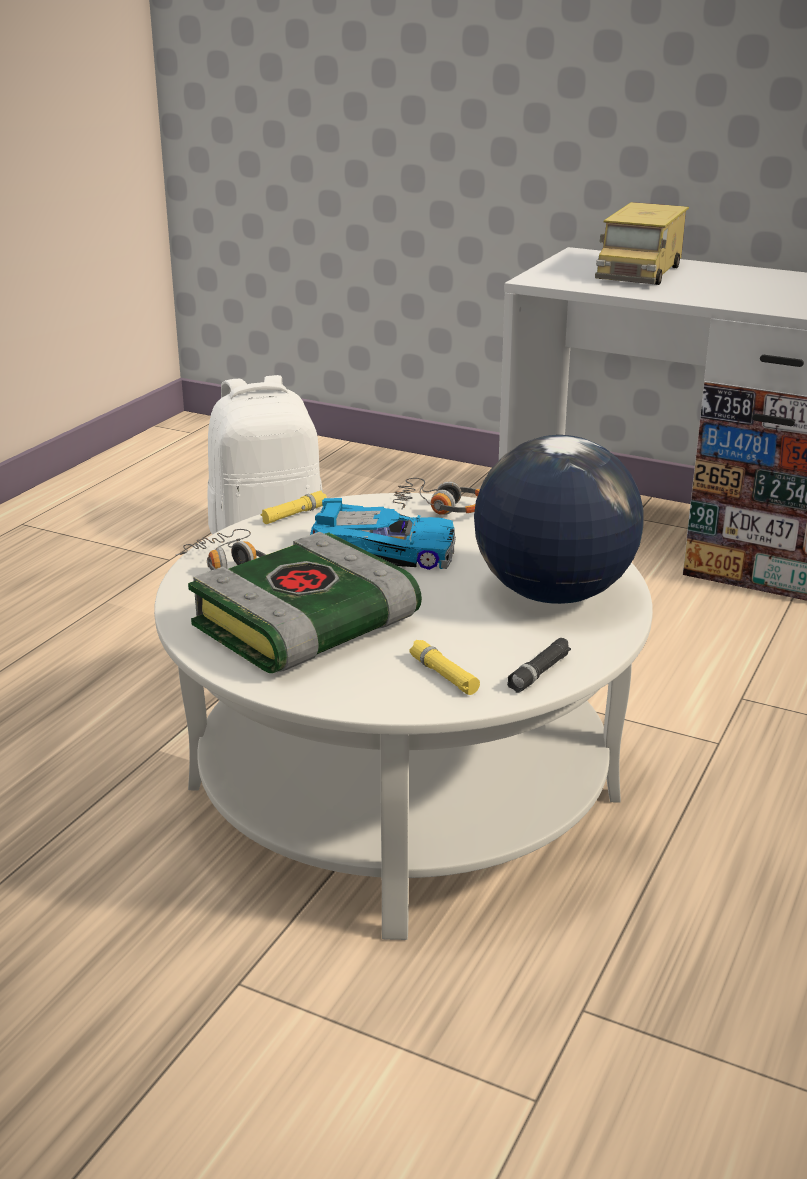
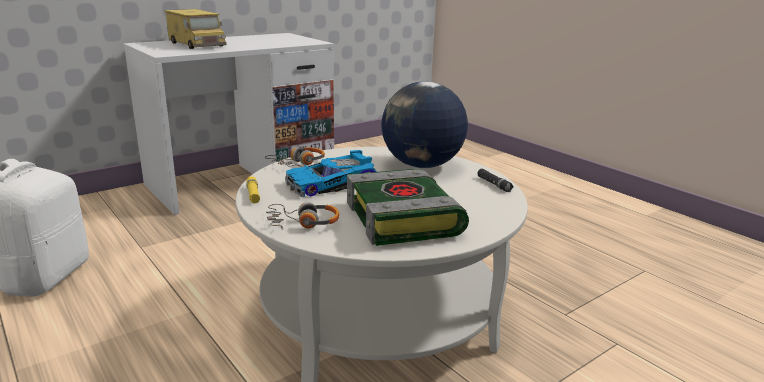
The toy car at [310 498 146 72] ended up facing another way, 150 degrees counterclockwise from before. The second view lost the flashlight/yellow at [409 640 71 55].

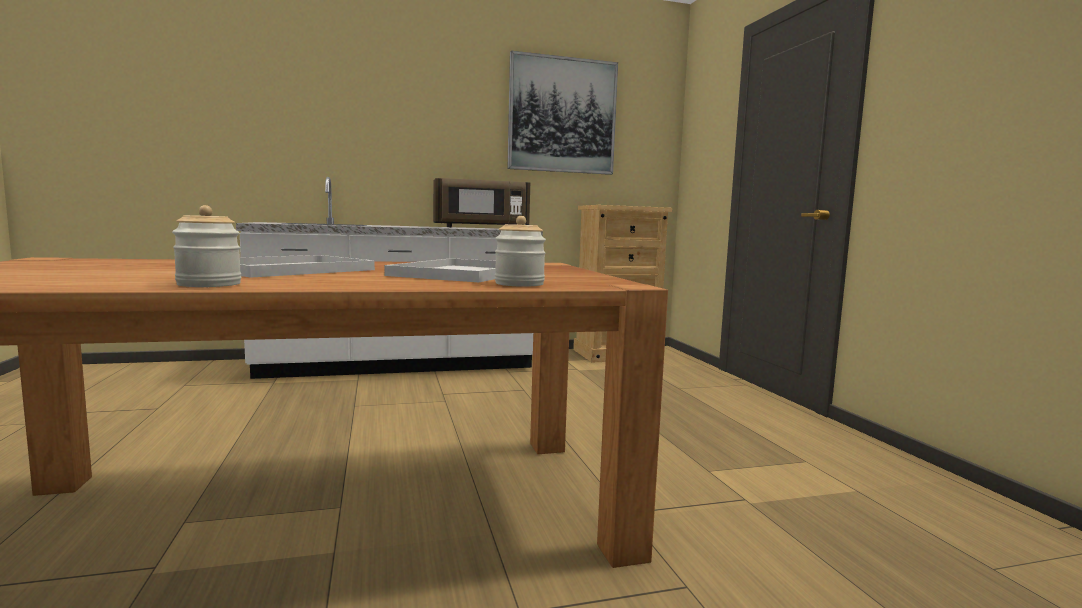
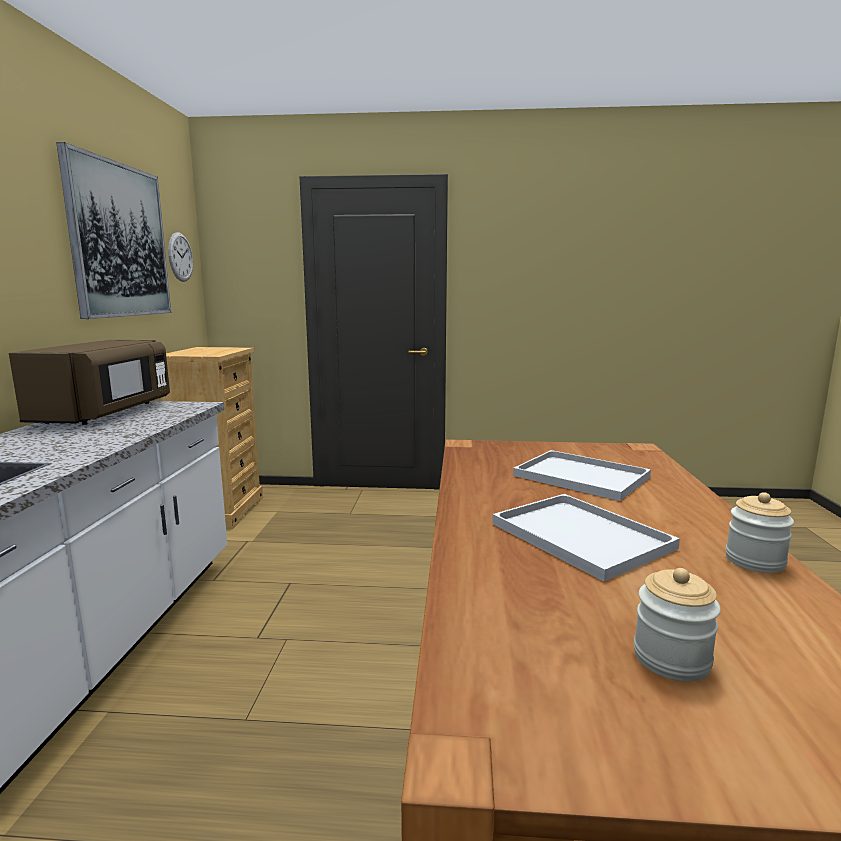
The jar ended up elsewhere, having gone from [495 216 51 71] to [634 568 87 114]. The second view gained the wall clock at [168 232 25 50].

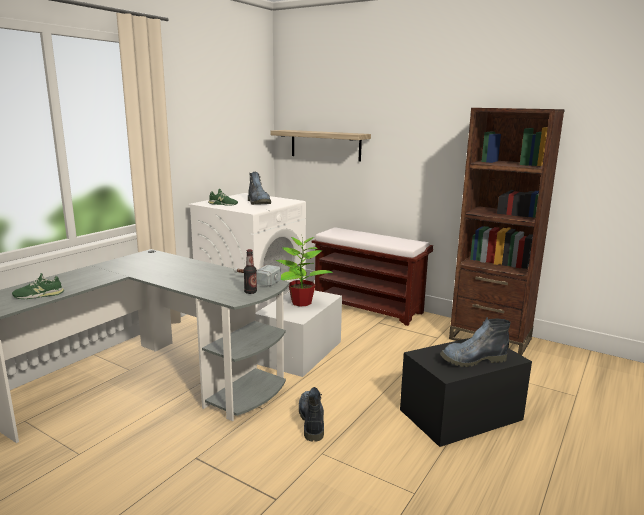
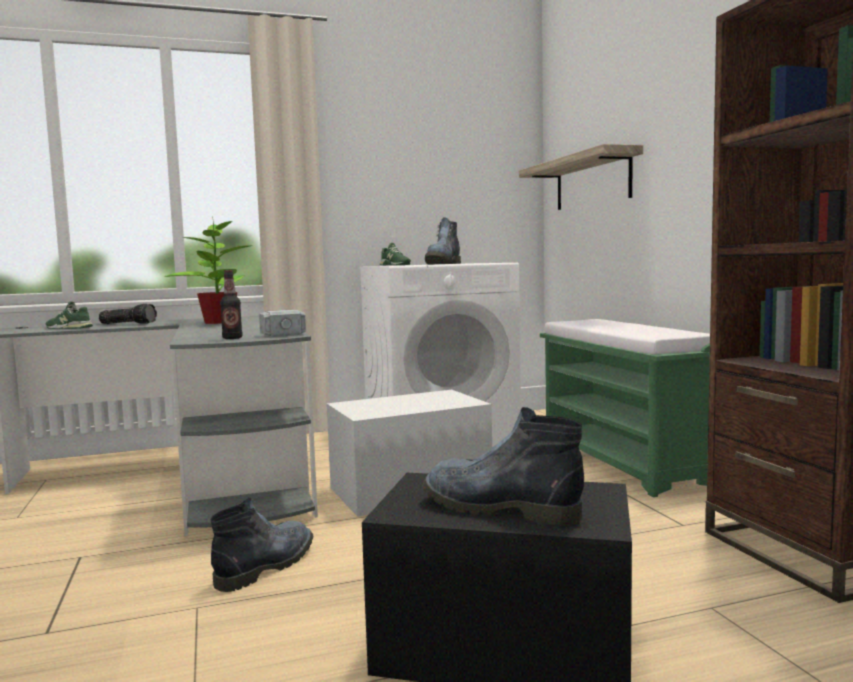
What was the indoor bench/brownish at [312 227 121 99] turned into the indoor bench/green at [540 319 170 178]. The plant in a pot ended up elsewhere, having gone from [275 237 58 70] to [164 217 85 107]. The second view gained the flashlight at [99 304 58 20].

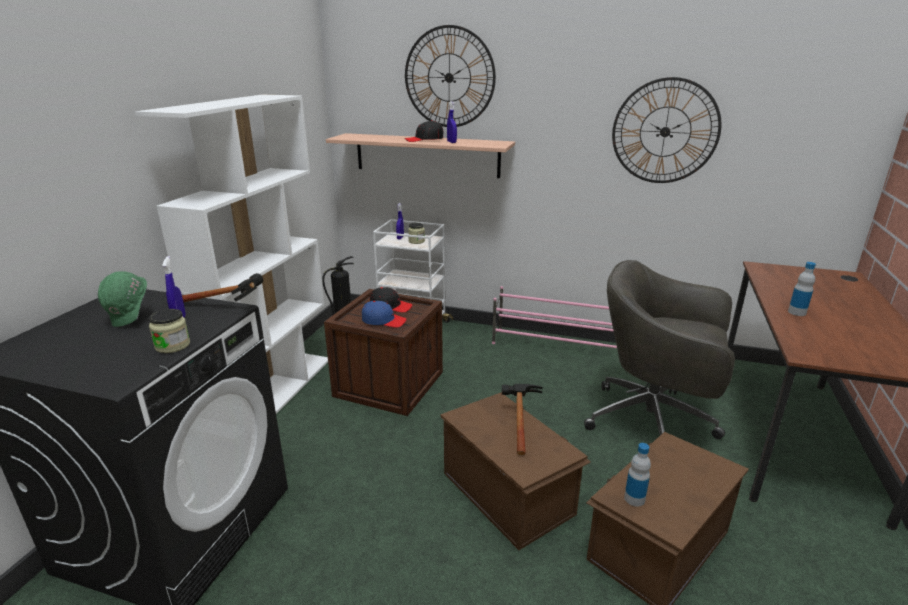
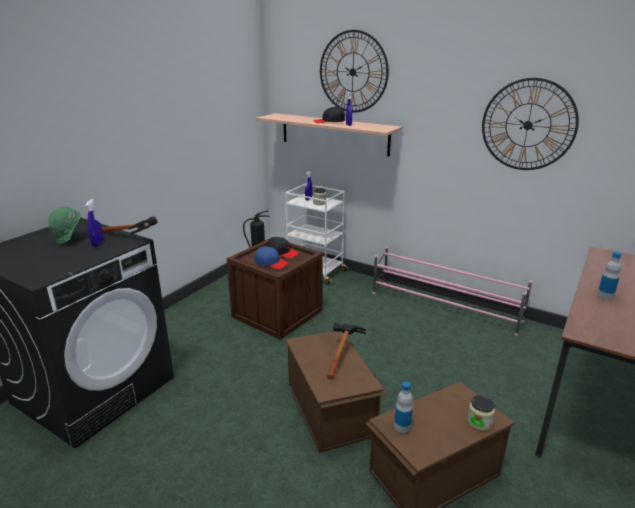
The second view lost the shelving unit/white-coloured at [135 95 193 319]. The second view lost the office chair/greyish at [584 260 151 179]. The jar ended up elsewhere, having gone from [149 309 41 44] to [467 395 28 36].

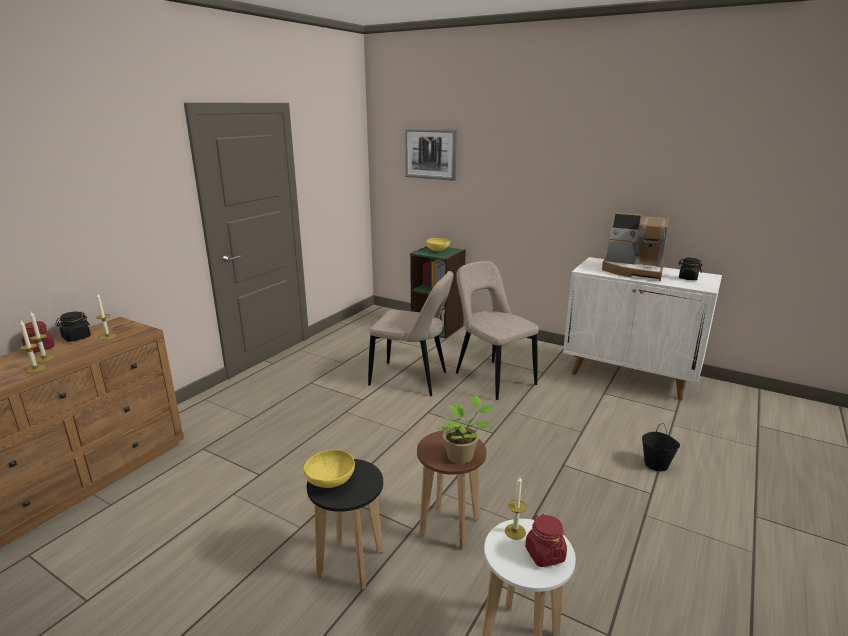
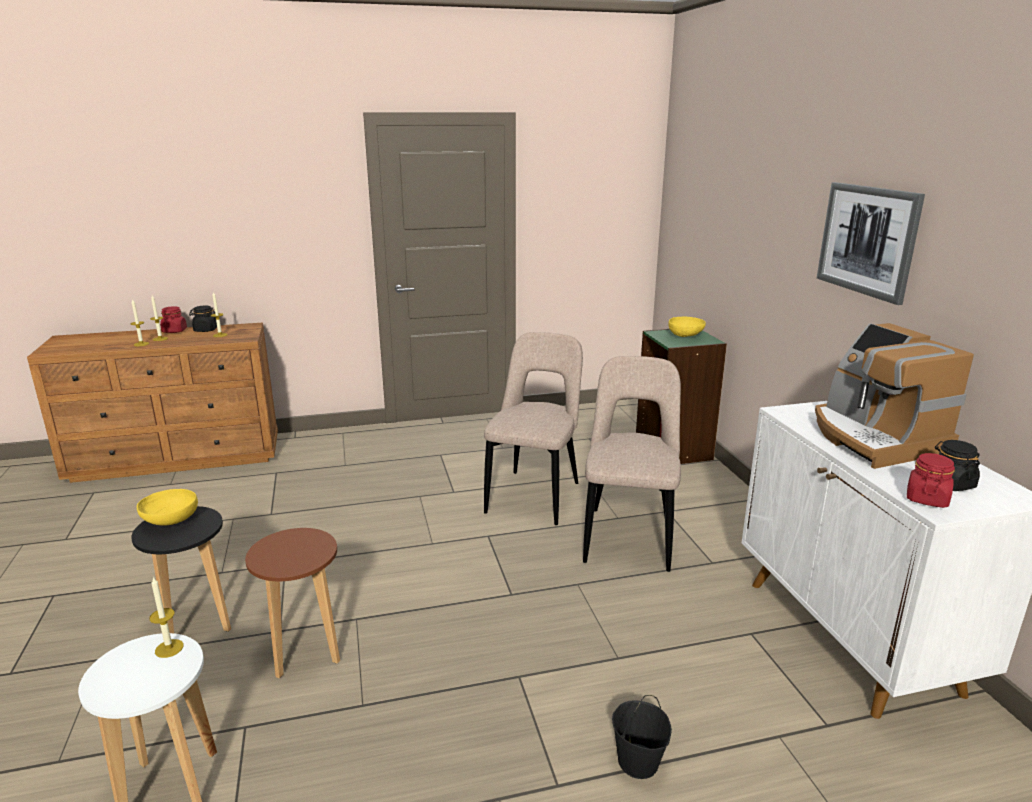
The wall picture ended up elsewhere, having gone from [404 128 53 53] to [817 182 108 123]. The chair/beige-coloured at [368 271 86 125] ended up facing another way, 135 degrees counterclockwise from before. The second view lost the plant in a pot at [437 395 57 69]. The jar/red ended up elsewhere, having gone from [525 514 42 53] to [907 453 48 55].

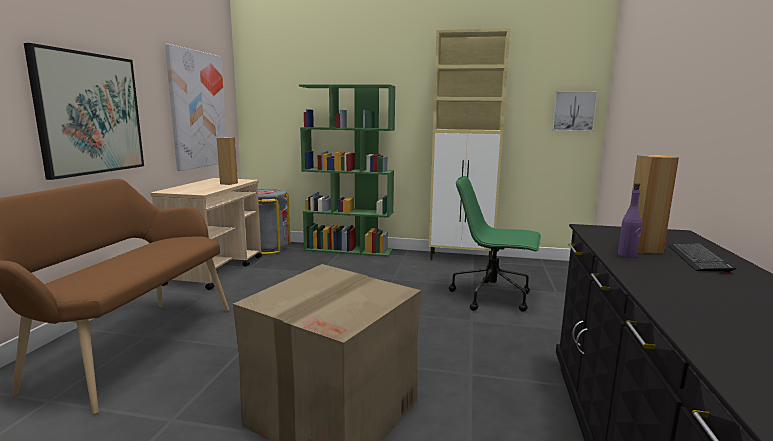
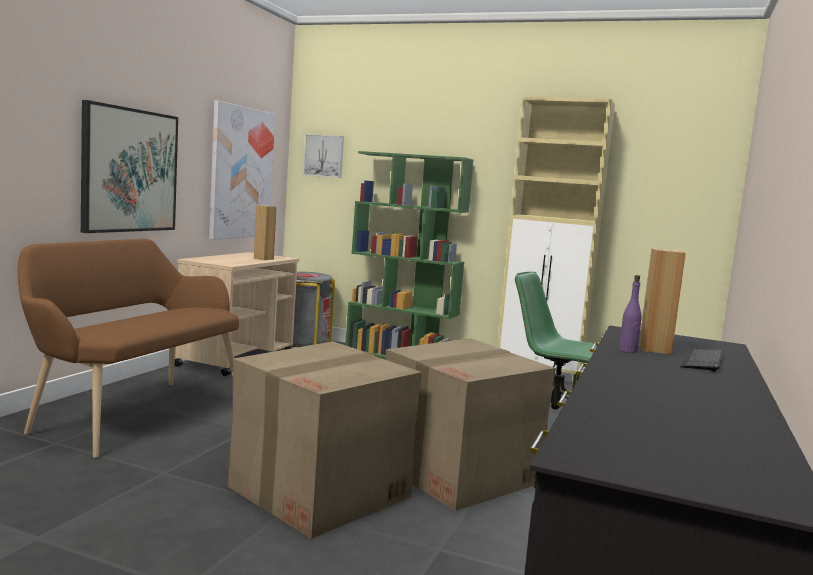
The wall picture ended up elsewhere, having gone from [552 91 46 40] to [303 134 41 44]. The second view gained the cardboard box at [386 338 170 173].

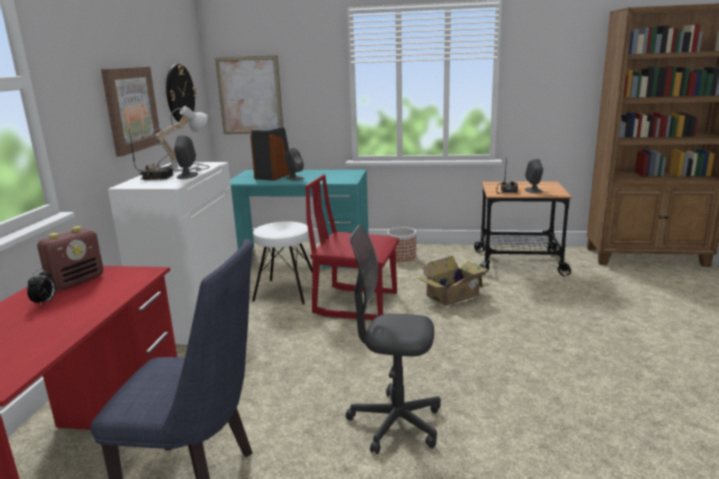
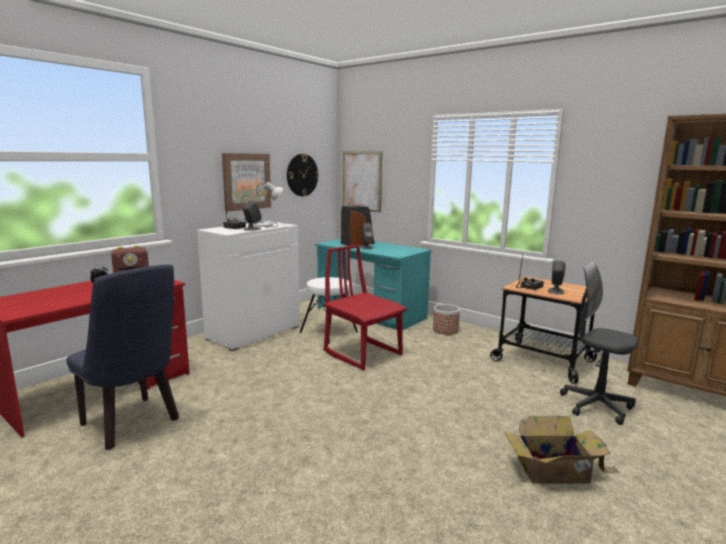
The office chair/greyish ended up elsewhere, having gone from [346 225 95 229] to [560 263 78 162]. The cardboard box ended up elsewhere, having gone from [418 256 73 50] to [504 416 116 68].

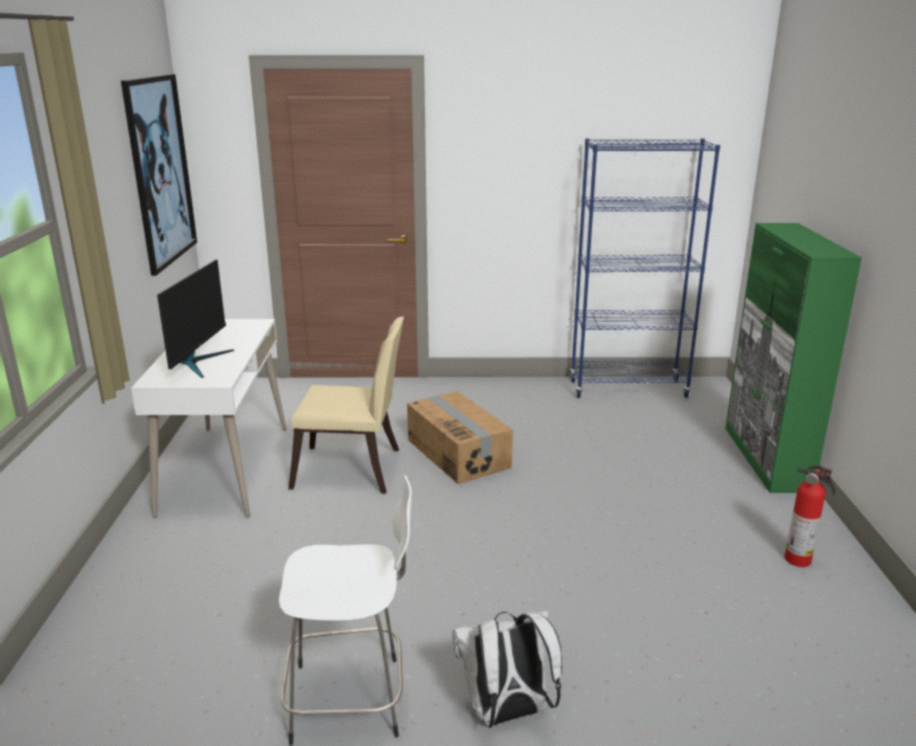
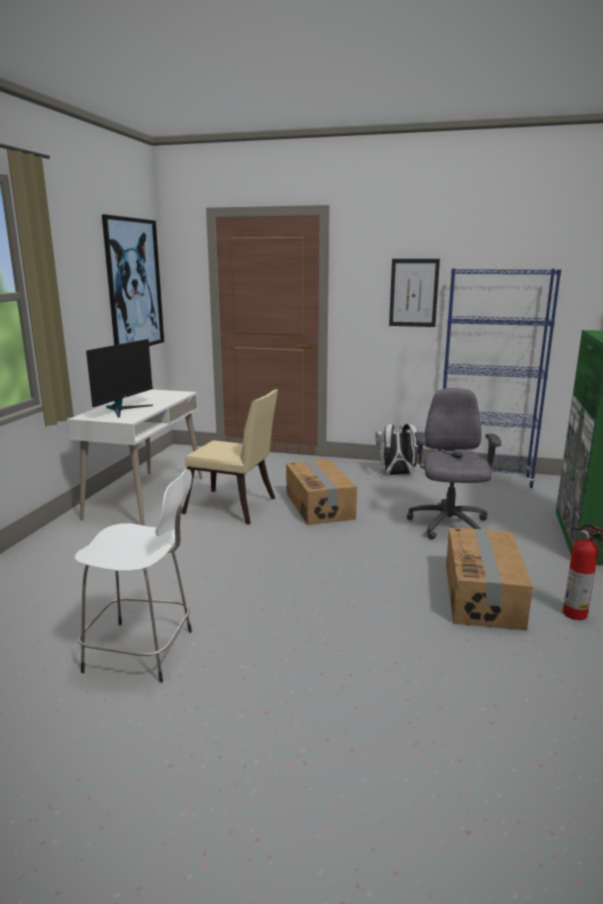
The knapsack/white-coloured ended up elsewhere, having gone from [452 611 110 117] to [376 424 42 51]. The second view gained the wall picture at [389 259 51 68]. The second view gained the office chair/greyish at [407 388 94 152]. The second view gained the cardboard box at [446 528 87 103].

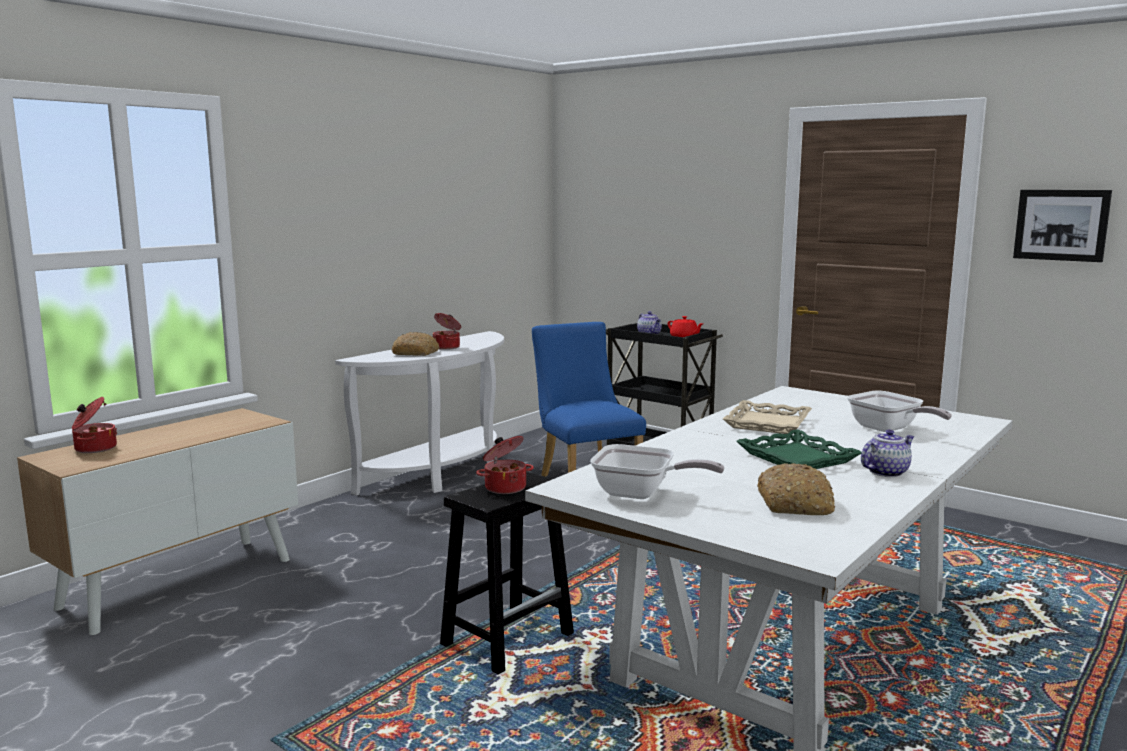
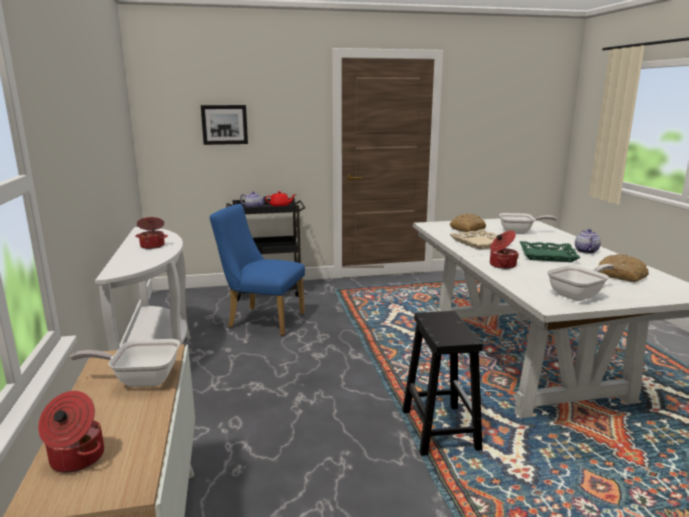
The wall picture ended up elsewhere, having gone from [1013 190 99 72] to [201 105 47 40]. The baked bread ended up elsewhere, having gone from [392 332 47 24] to [450 214 36 18]. The cooking pot ended up elsewhere, having gone from [476 436 58 58] to [490 231 29 38]. The second view gained the skillet at [70 339 110 48].

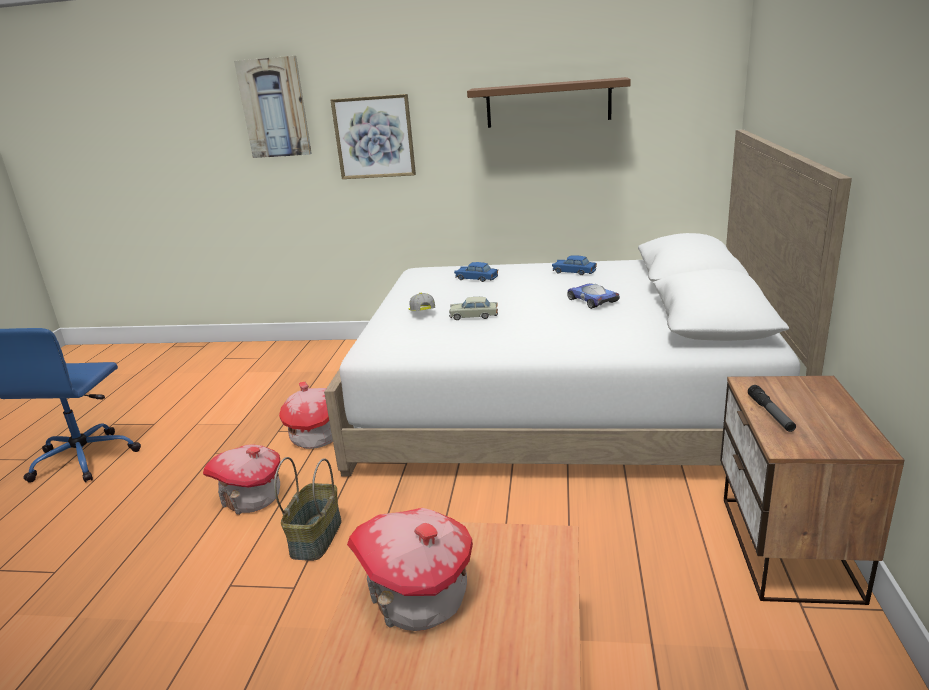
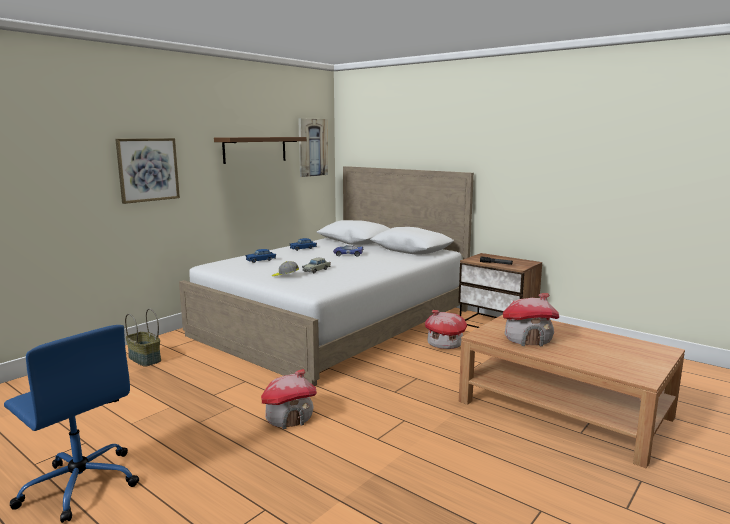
The wall picture ended up elsewhere, having gone from [234 56 78 102] to [298 118 30 59]. The toy house ended up elsewhere, having gone from [279 382 54 67] to [425 310 42 39]. The household basket ended up elsewhere, having gone from [274 457 68 104] to [125 308 36 59].

